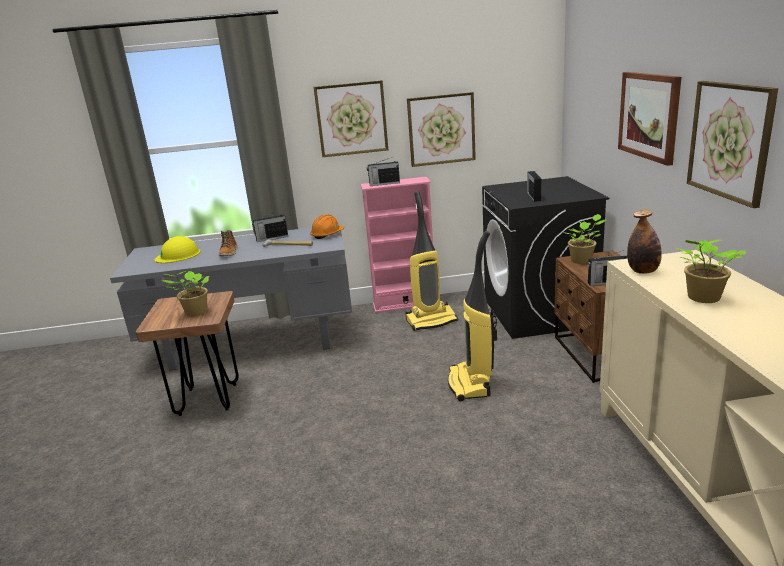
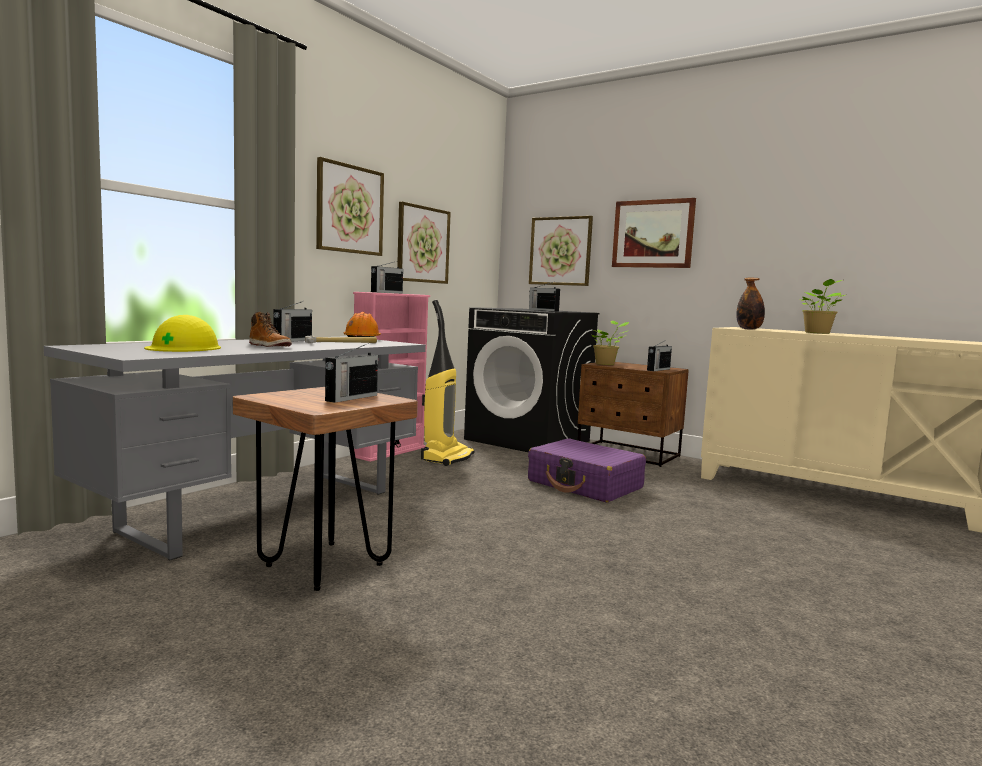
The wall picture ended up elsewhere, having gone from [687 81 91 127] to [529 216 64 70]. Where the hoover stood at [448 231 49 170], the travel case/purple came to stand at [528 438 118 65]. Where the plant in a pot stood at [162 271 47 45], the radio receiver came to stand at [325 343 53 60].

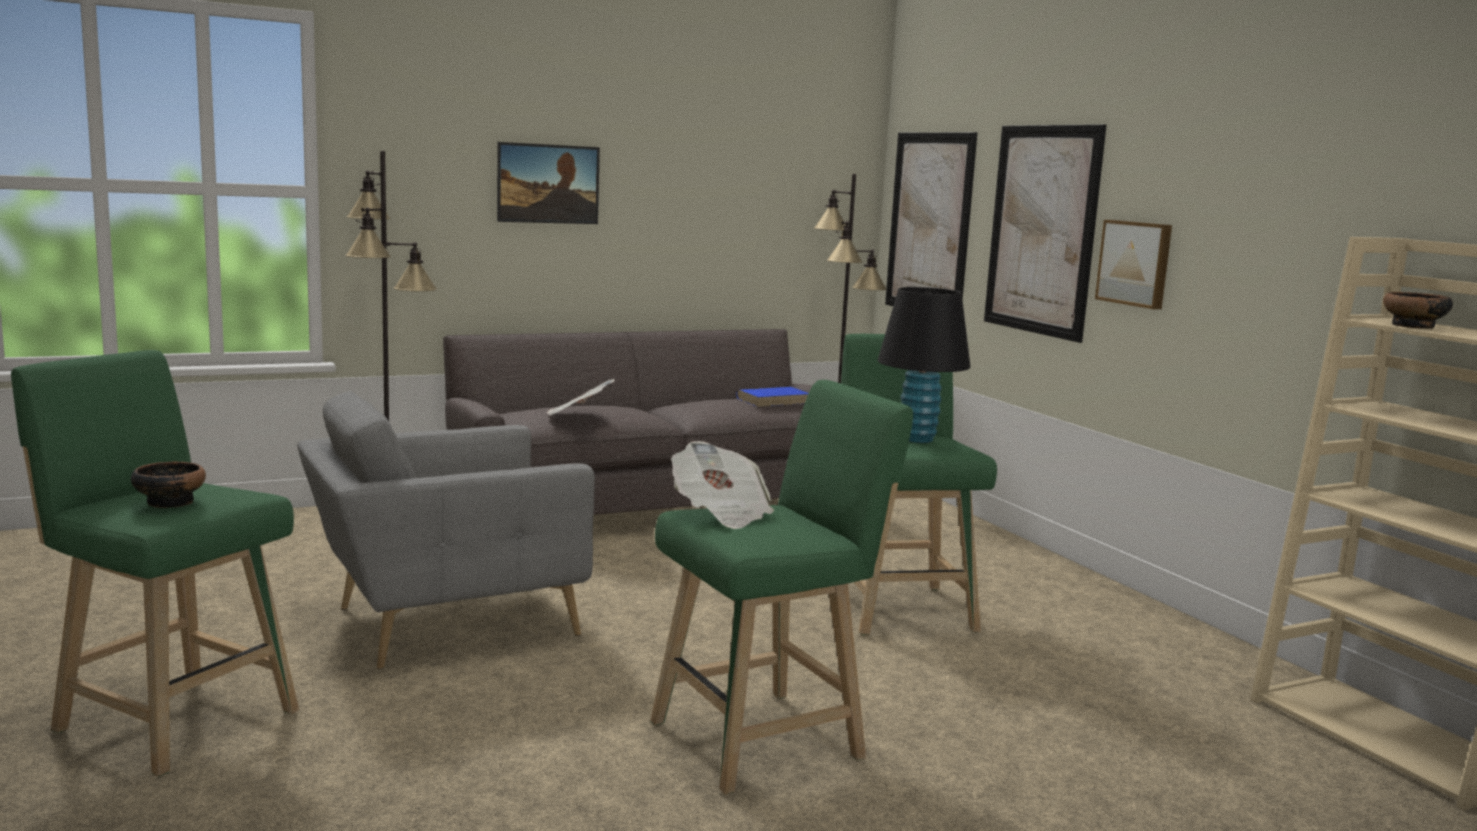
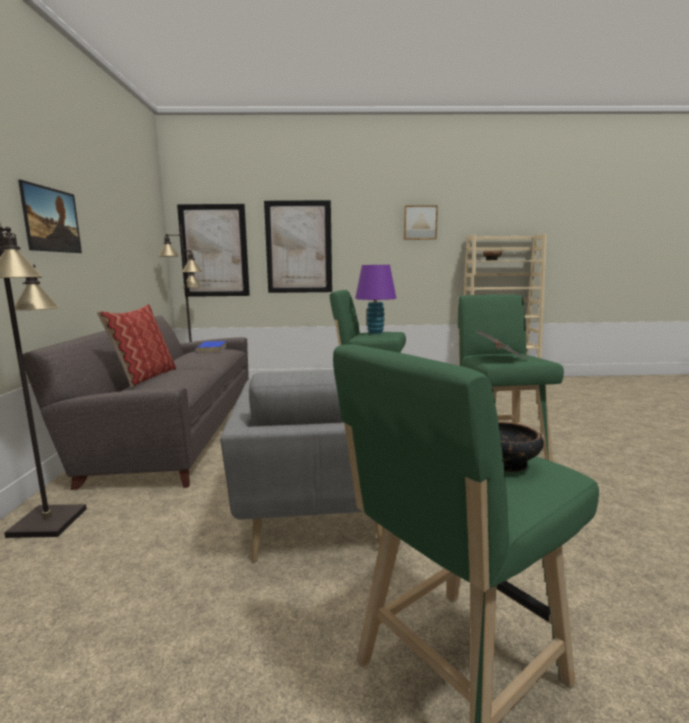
The wall picture ended up elsewhere, having gone from [1095 220 77 89] to [404 205 34 35]. What was the lamp for a table/blackish at [878 287 92 156] turned into the lamp for a table/purple at [355 265 41 69]. The second view lost the daily paper at [547 379 68 37]. The second view gained the pillow at [97 304 79 84].

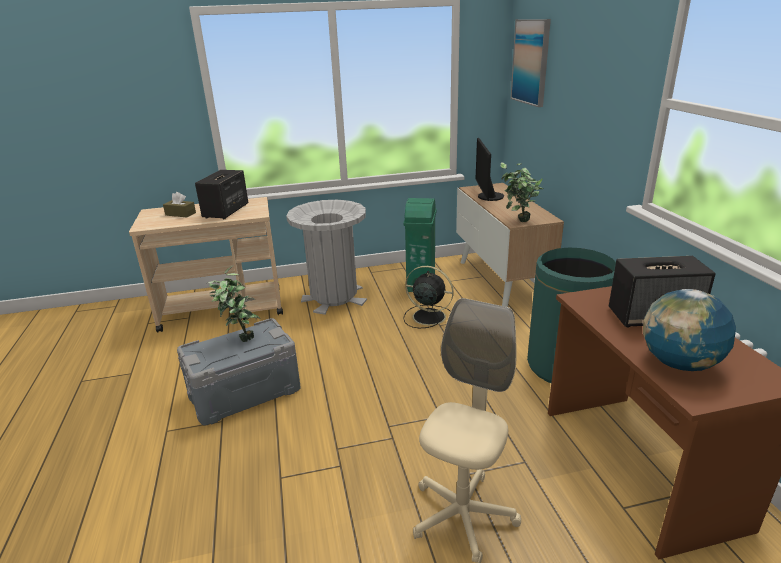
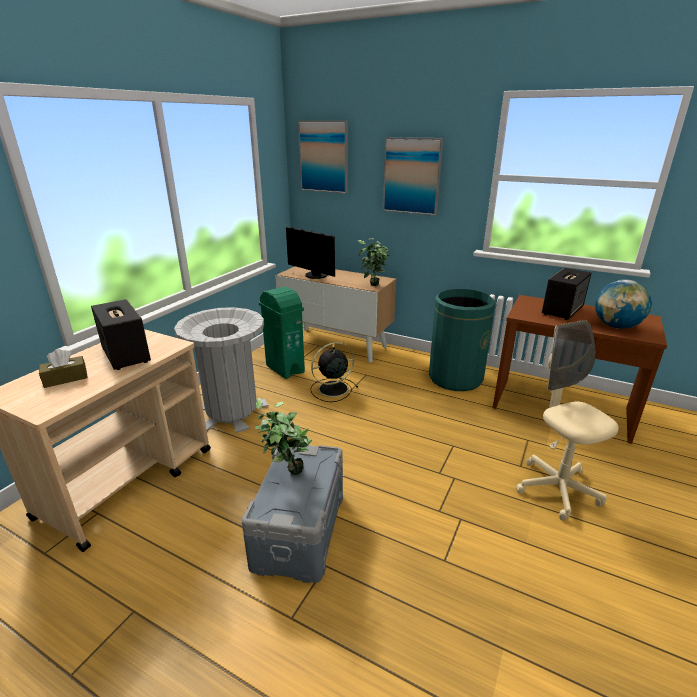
The second view gained the wall picture at [383 137 60 79].

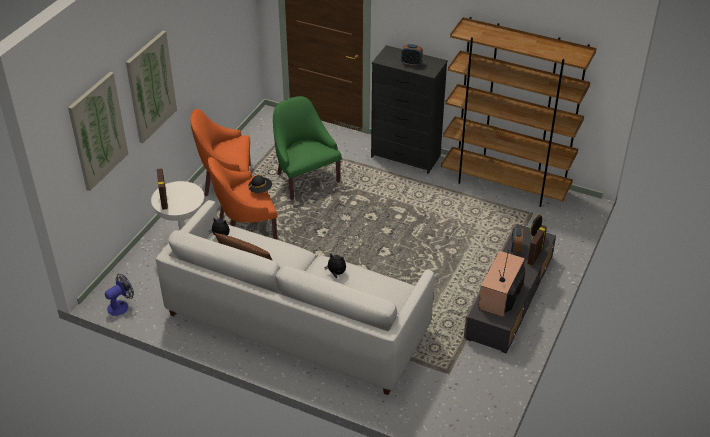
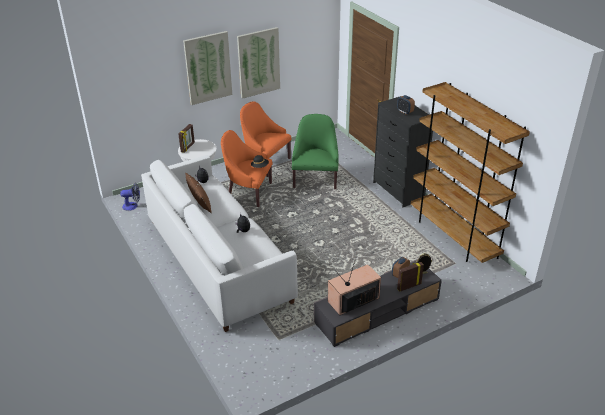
The wall picture ended up elsewhere, having gone from [68 72 60 119] to [237 27 43 72].

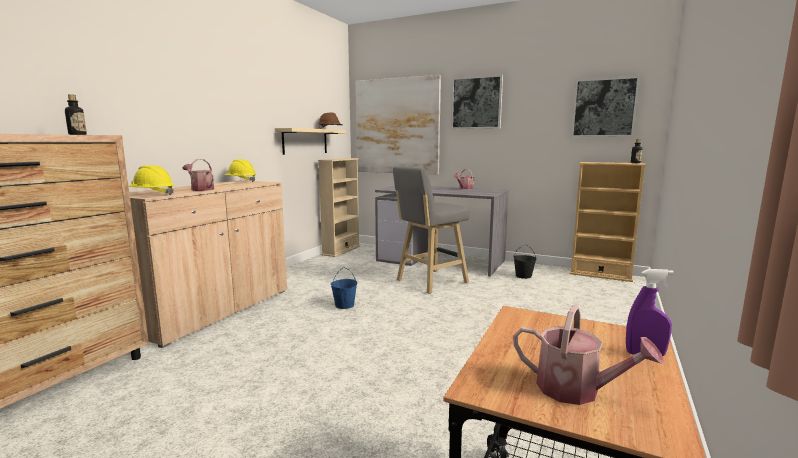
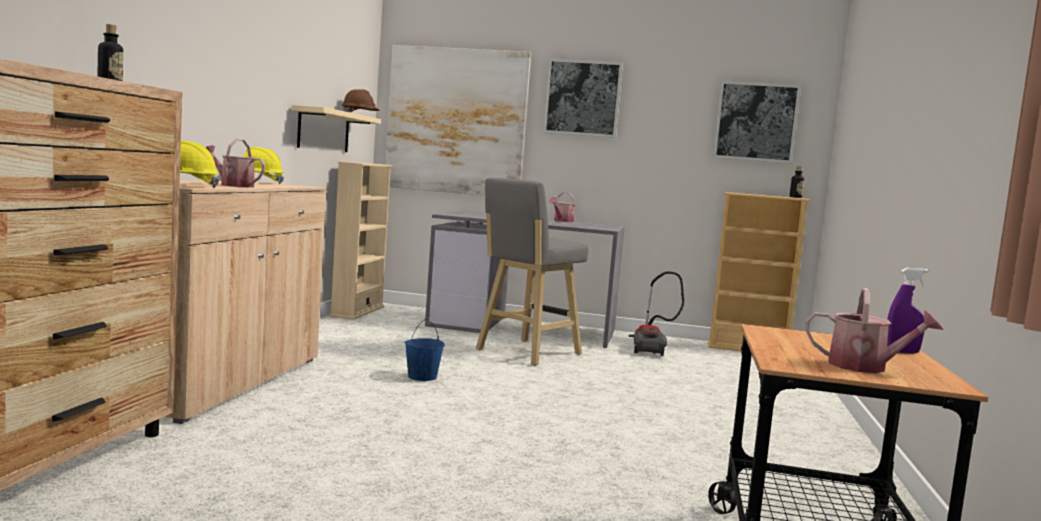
Where the water bucket/blackish stood at [513 245 23 34], the hoover came to stand at [629 271 55 85].

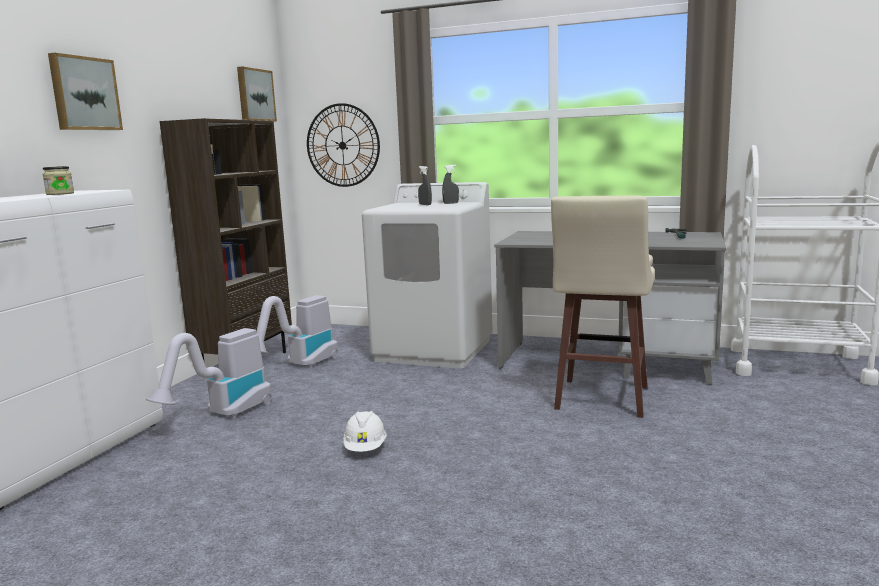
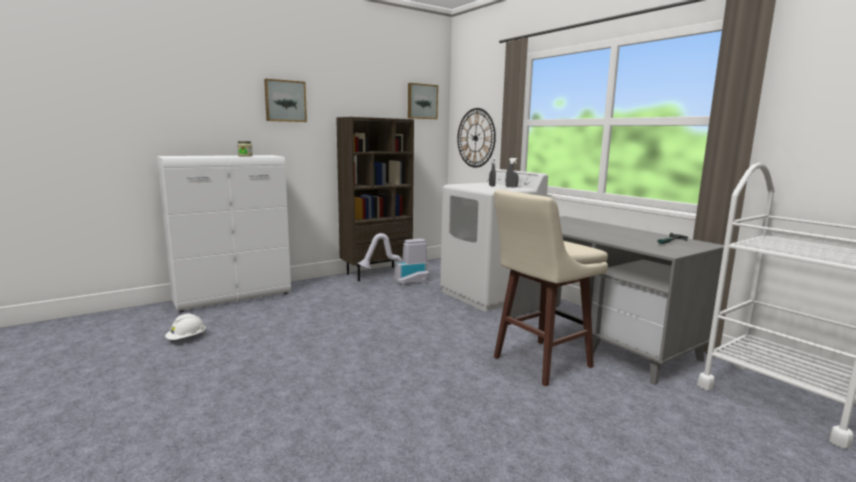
The second view lost the hoover at [146 328 126 90]. The safety helmet/white-coloured ended up elsewhere, having gone from [343 411 44 41] to [165 314 41 26].

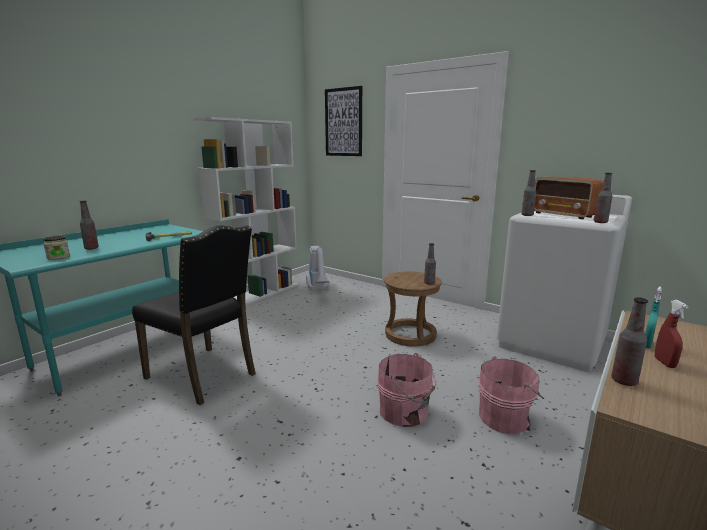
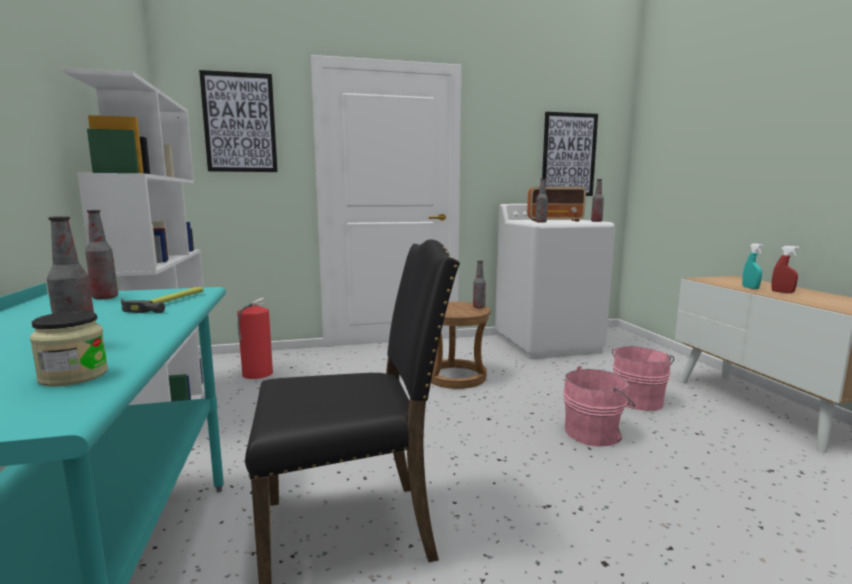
Where the hoover stood at [306 246 23 44], the fire-fighting cylinder came to stand at [237 298 36 81]. The bottle ended up elsewhere, having gone from [611 297 37 89] to [85 210 33 90]. The second view gained the wall picture at [542 112 56 84].

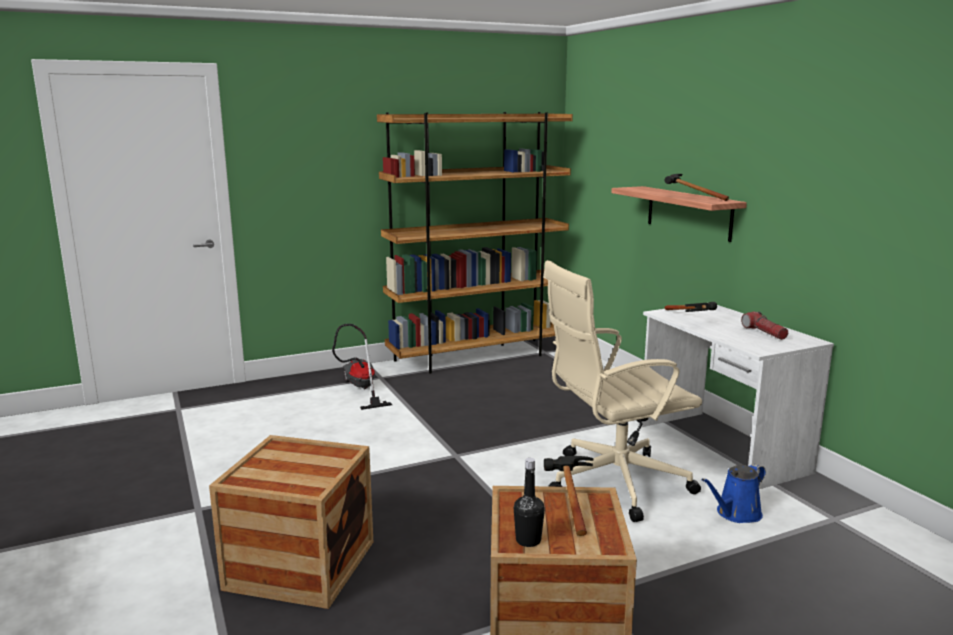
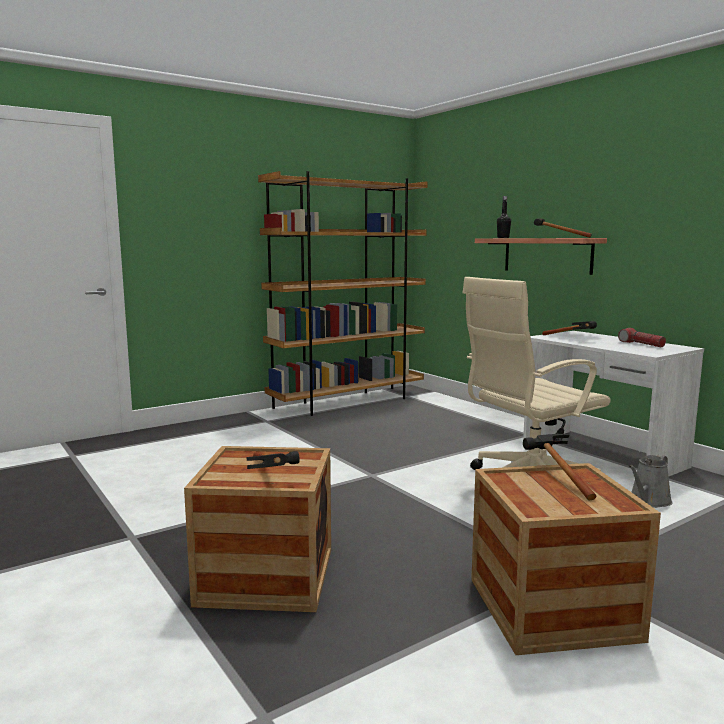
The second view lost the hoover at [332 324 60 86]. The bottle/blackish ended up elsewhere, having gone from [514 458 31 89] to [497 196 14 42]. What was the watering can/blue at [701 464 65 59] turned into the watering can/greyish at [629 455 44 53]. The second view gained the tool hammer at [247 451 53 18].

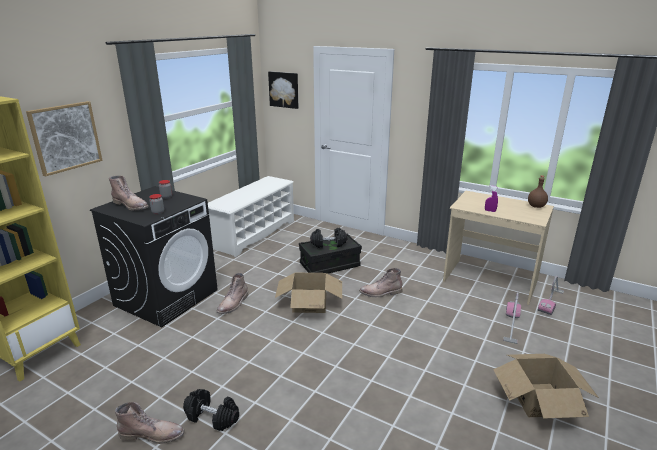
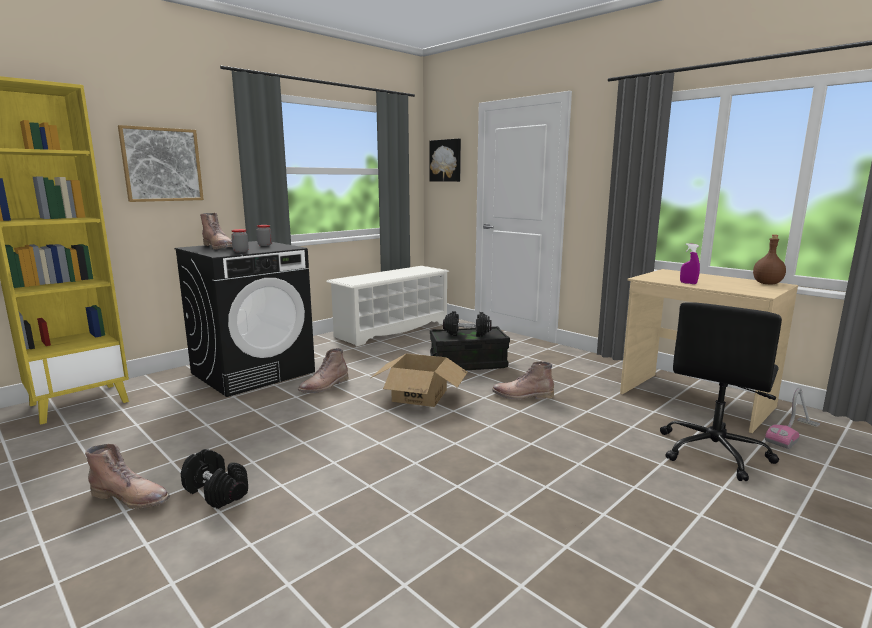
Where the hoover stood at [503 292 18 52], the office chair/blackish came to stand at [660 302 122 179]. The second view lost the cardboard box at [493 354 106 65].

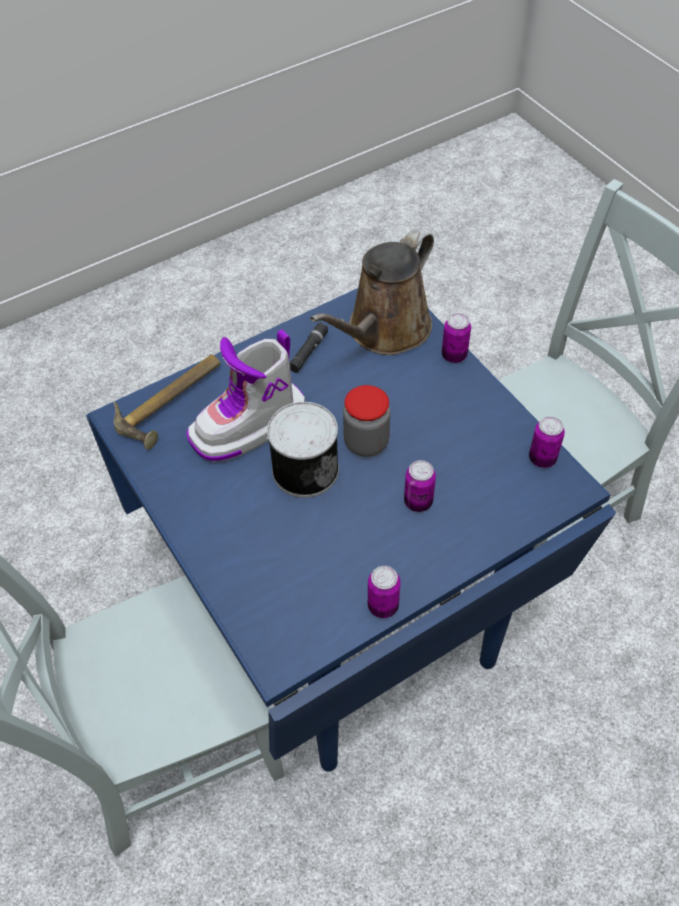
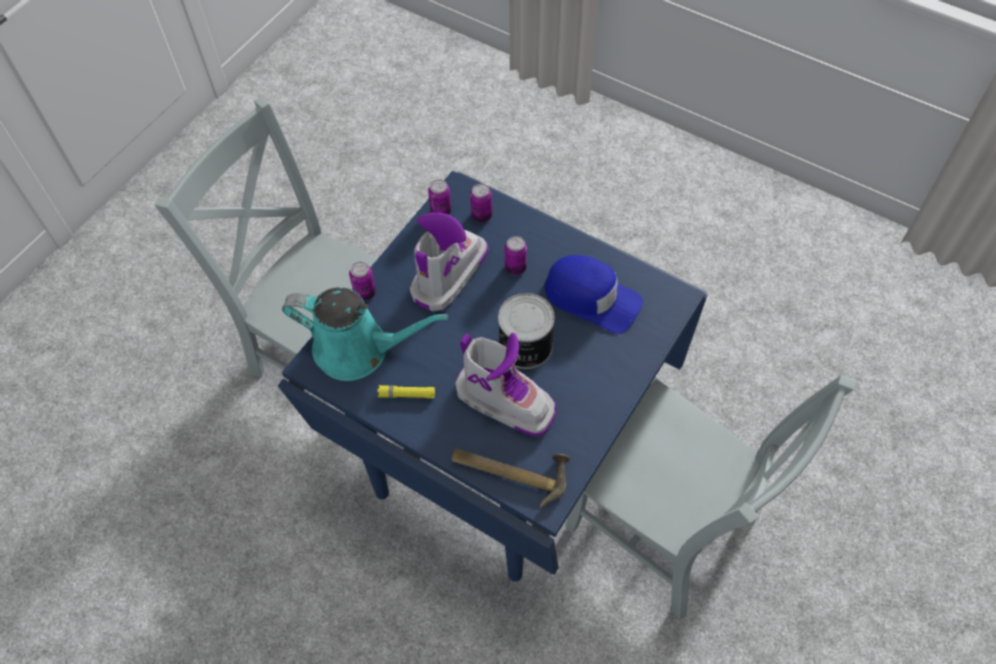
What was the watering can/brownish at [310 228 124 127] turned into the watering can/blue-green at [282 287 166 94]. What was the flashlight/blackish at [290 322 38 51] turned into the flashlight/yellow at [377 385 58 14]. The second view lost the jar at [343 385 47 72]. The can ended up elsewhere, having gone from [368 566 33 52] to [470 184 22 39]. The second view gained the tall boot at [410 212 78 99]. The second view gained the baseball cap/blue at [544 255 99 79].

